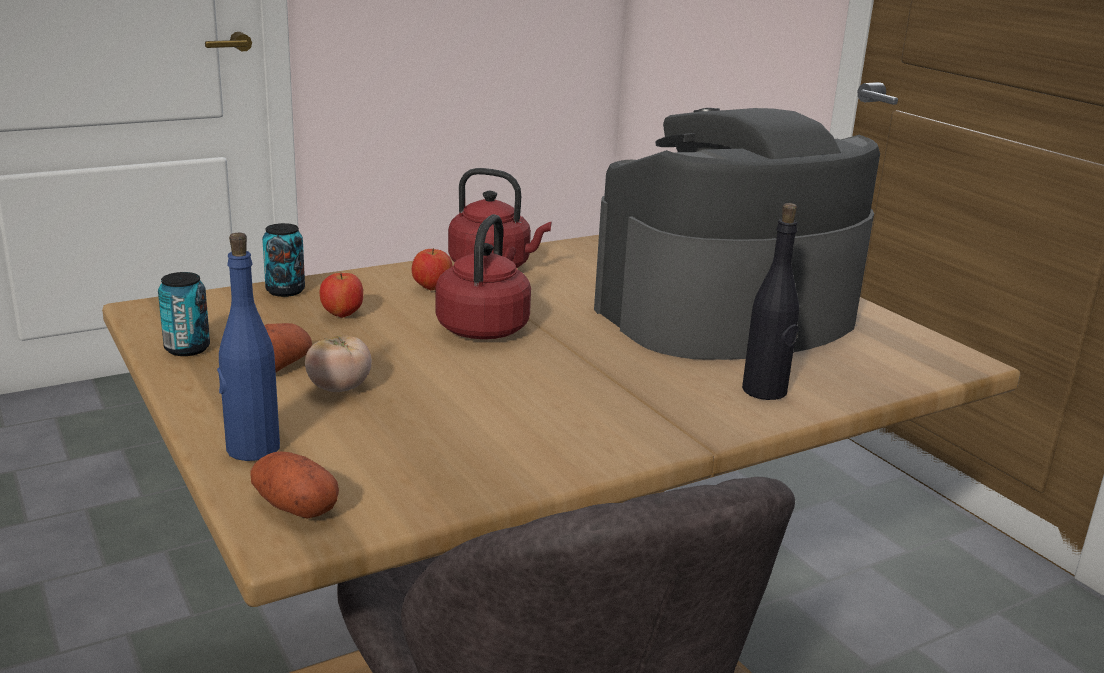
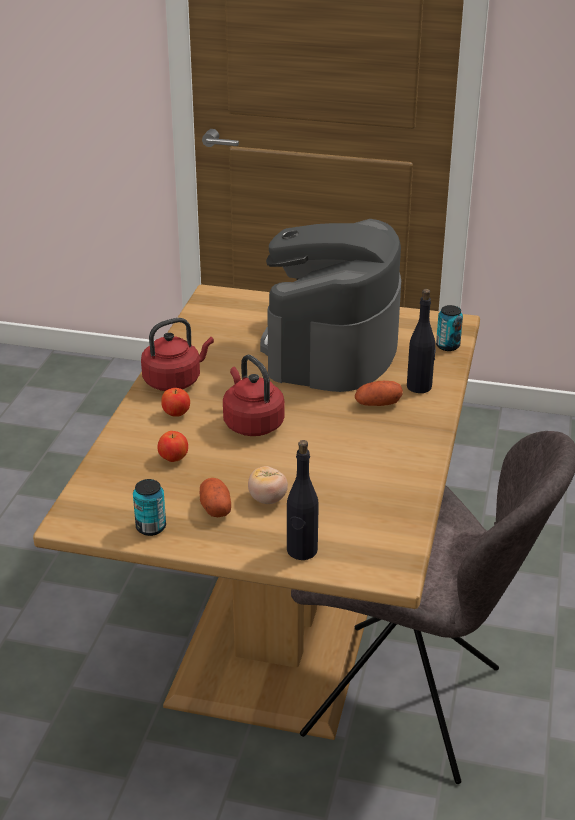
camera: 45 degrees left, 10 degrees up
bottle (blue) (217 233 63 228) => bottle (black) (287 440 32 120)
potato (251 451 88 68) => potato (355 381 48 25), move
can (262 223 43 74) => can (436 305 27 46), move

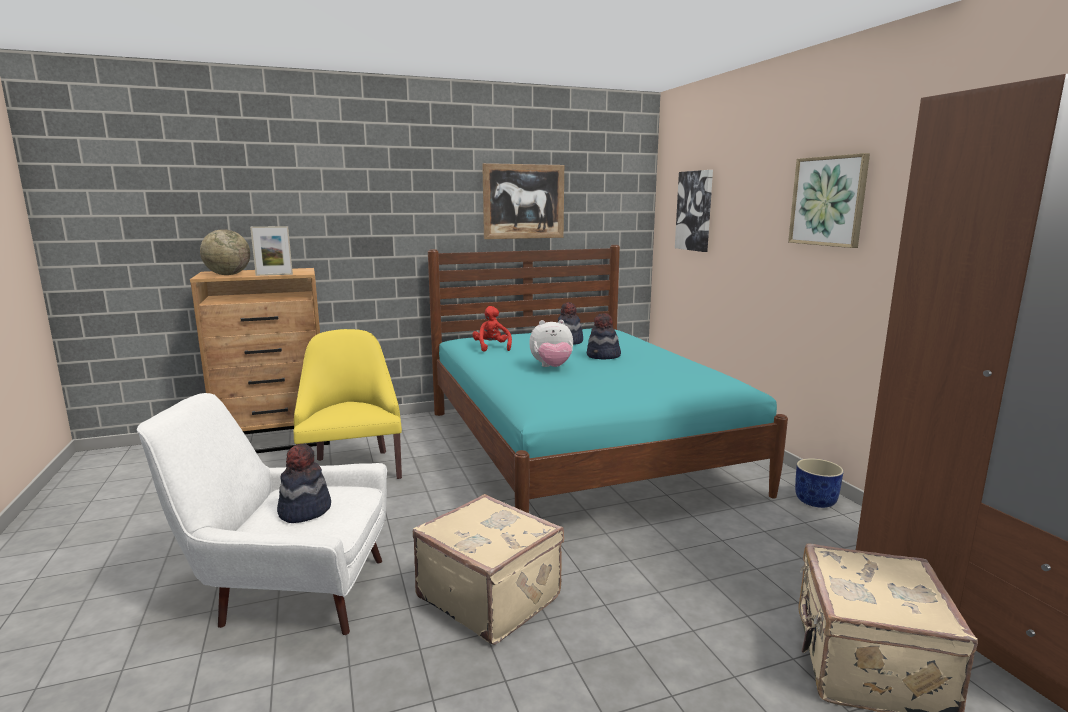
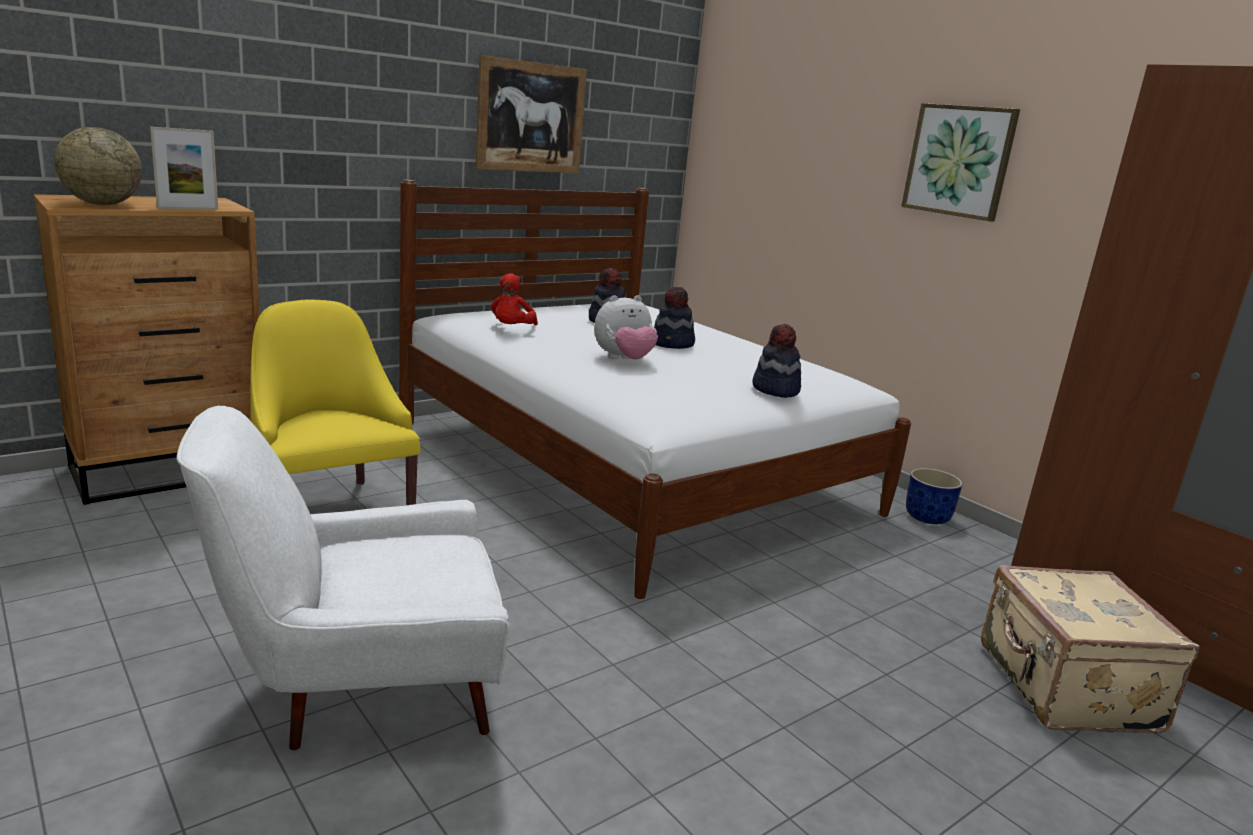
camera: 20 degrees left, 5 degrees up
bed (turquoise) (428 245 360 268) => bed (white) (399 180 512 419)
plush toy (red) (472 306 40 46) => plush toy (red) (491 273 47 52), 135 degrees counterclockwise
hat (277 444 54 79) => hat (753 324 48 74), move
suitcase (beige) (413 494 151 151) => nothing
picture (675 170 38 82) => nothing

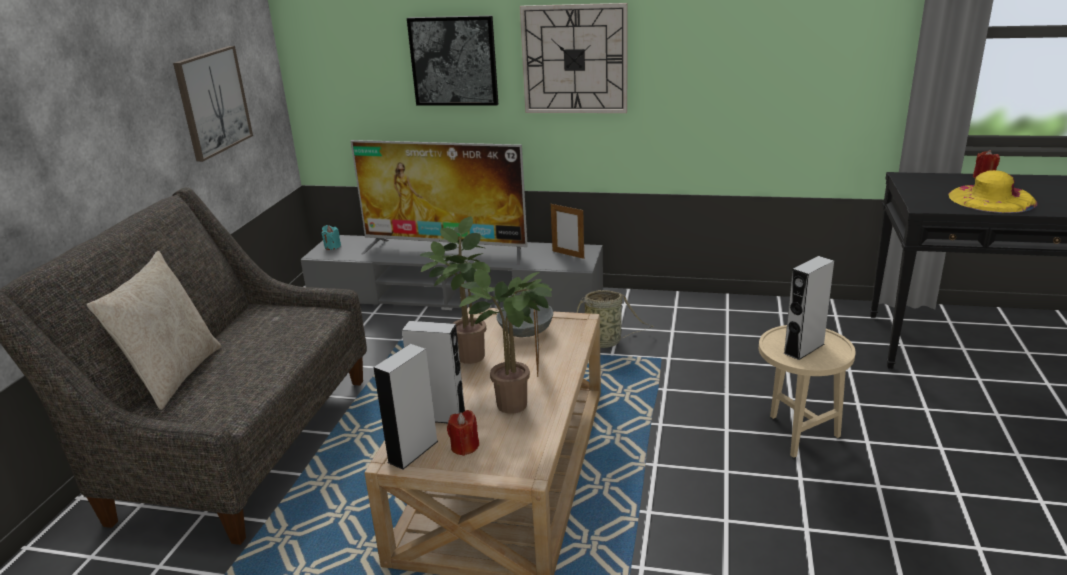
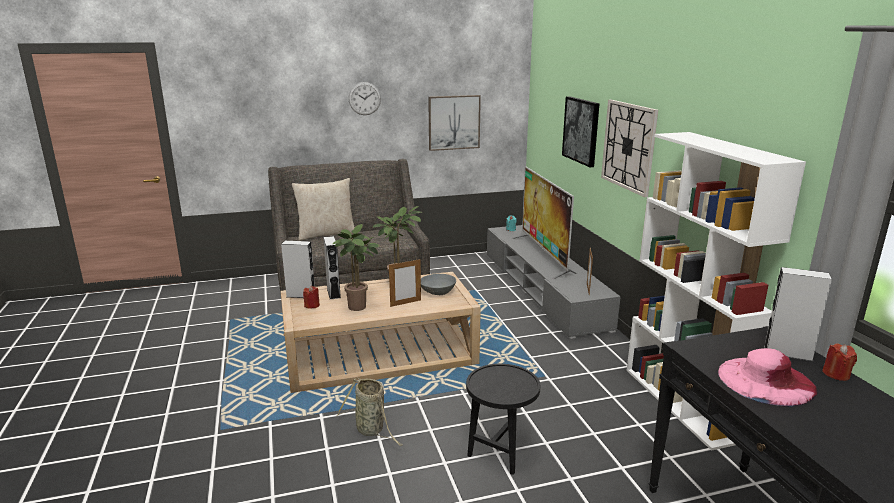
camera: 60 degrees right, 5 degrees down
basket (577 290 77 58) => basket (337 378 66 68), move
nothing => wall clock (348 82 33 33)
side table (beige) (759 325 97 133) => side table (black) (466 364 74 111)
nothing => bookcase (white) (626 132 180 319)
hat (yellow) (948 170 90 43) => hat (pink) (718 348 100 59)
speaker (grey) (783 256 51 104) => speaker (grey) (764 267 68 95), move

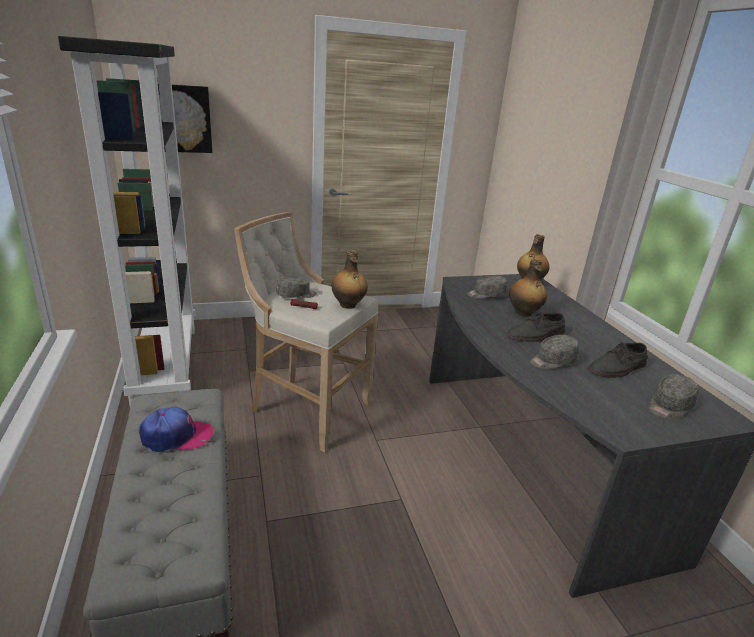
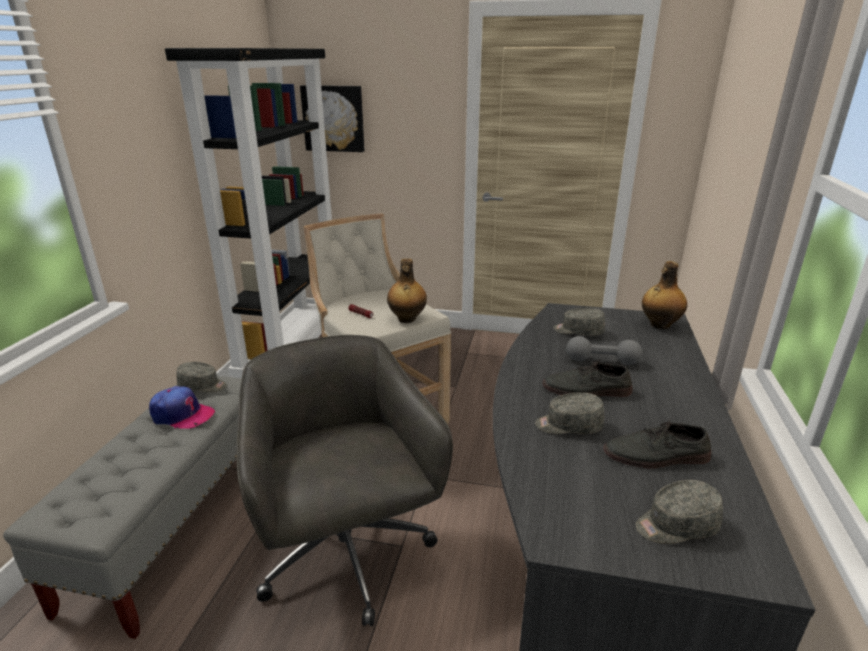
camera: 30 degrees right, 0 degrees up
cap (grey) (276 276 40 22) => cap (grey) (176 362 51 31), move
nothing => office chair (grey) (236 335 217 291)
bottle (509 259 38 58) => dumbbell (grey) (566 336 77 29)

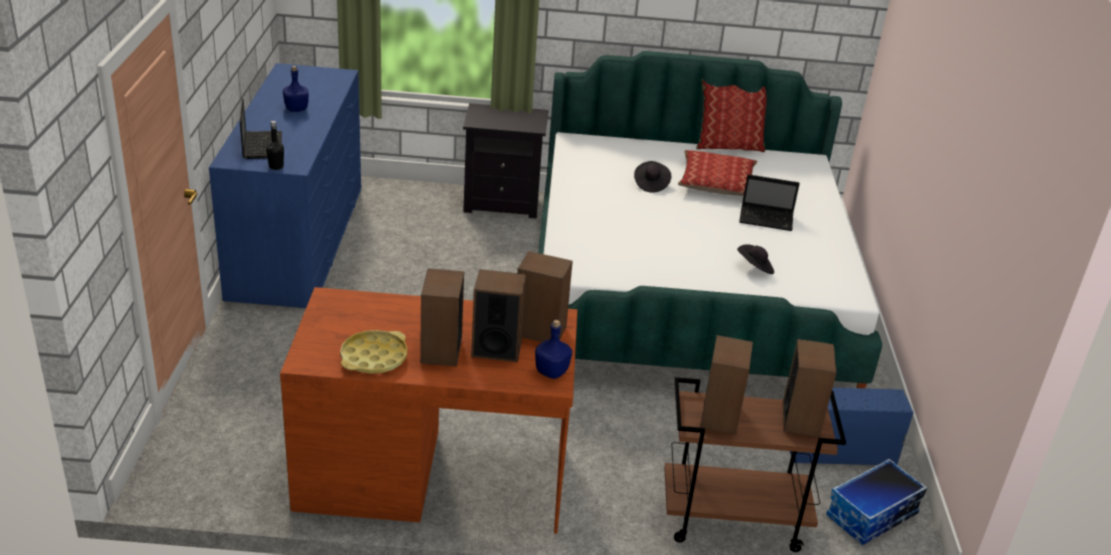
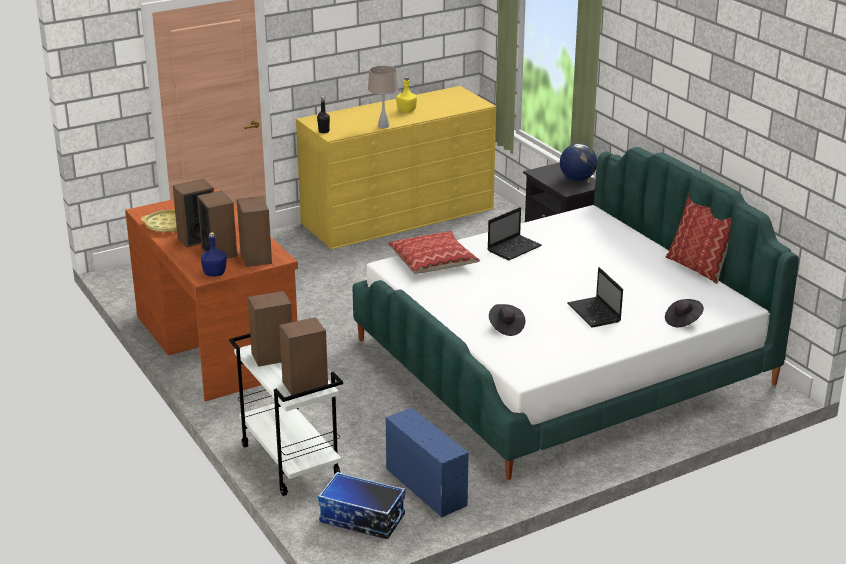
camera: 60 degrees right, 5 degrees down
cart (brown) (664 377 182 175) => cart (white) (229 334 114 162)
dresser (blue) (209 63 152 245) => dresser (yellow) (296 86 200 164)
nothing => table lamp (beige) (368 66 31 62)
pillow (678 150 79 46) => pillow (388 231 92 43), move
bottle (blue) (283 66 26 46) => bottle (yellow) (396 77 21 36)
laptop (240 98 42 61) => laptop (488 207 54 53), move
nothing => globe (560 143 37 38)
hat (black) (634 161 37 32) => hat (black) (665 299 39 28), move

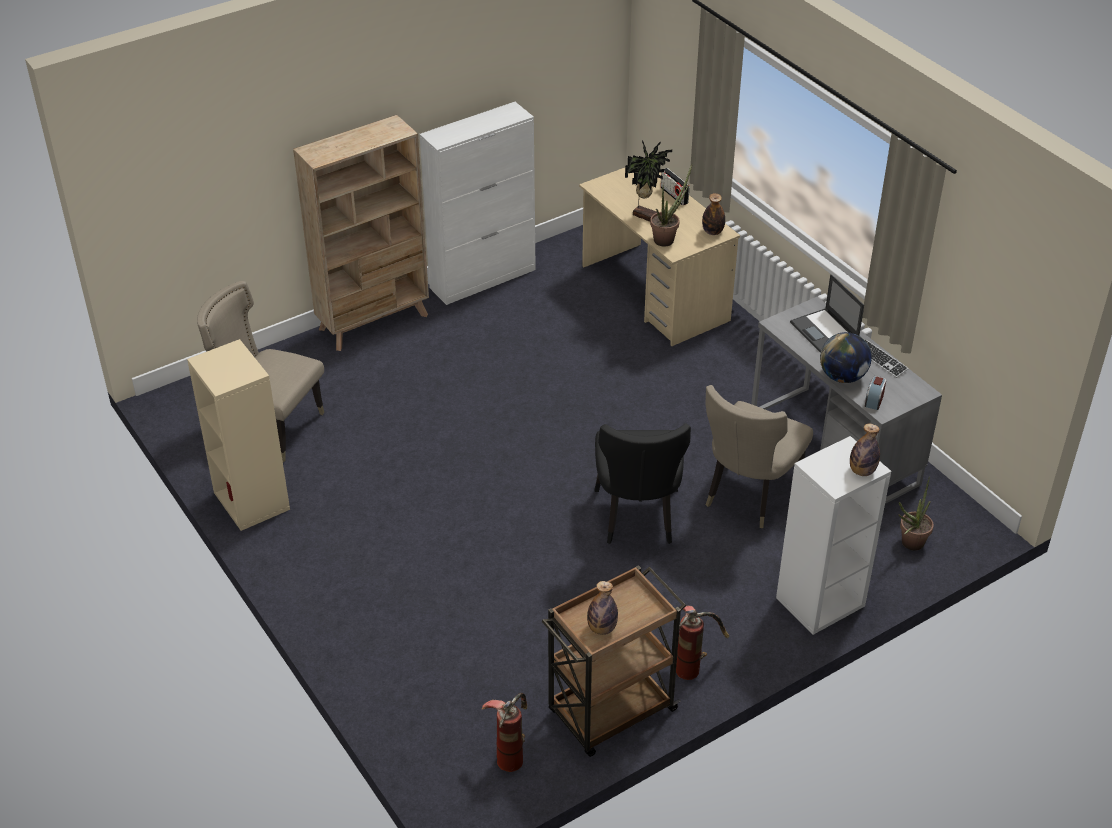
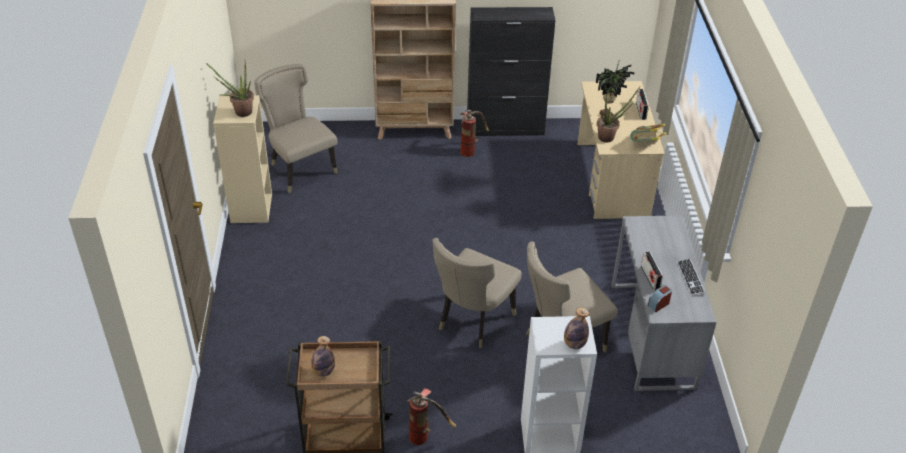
camera: 30 degrees right, 0 degrees up
potted plant (898 477 36 74) => potted plant (206 61 48 56), move
chair (black) (595 423 96 121) => chair (beige) (433 238 89 110)
fire extinguisher (482 693 45 79) => fire extinguisher (460 110 29 47), move
cabinet (white) (419 102 117 203) => cabinet (black) (467 7 89 129)
bottle (702 193 23 42) => book (630 123 36 19)
globe (820 332 52 51) => radio (641 251 22 40)
laptop (790 274 74 79) => nothing

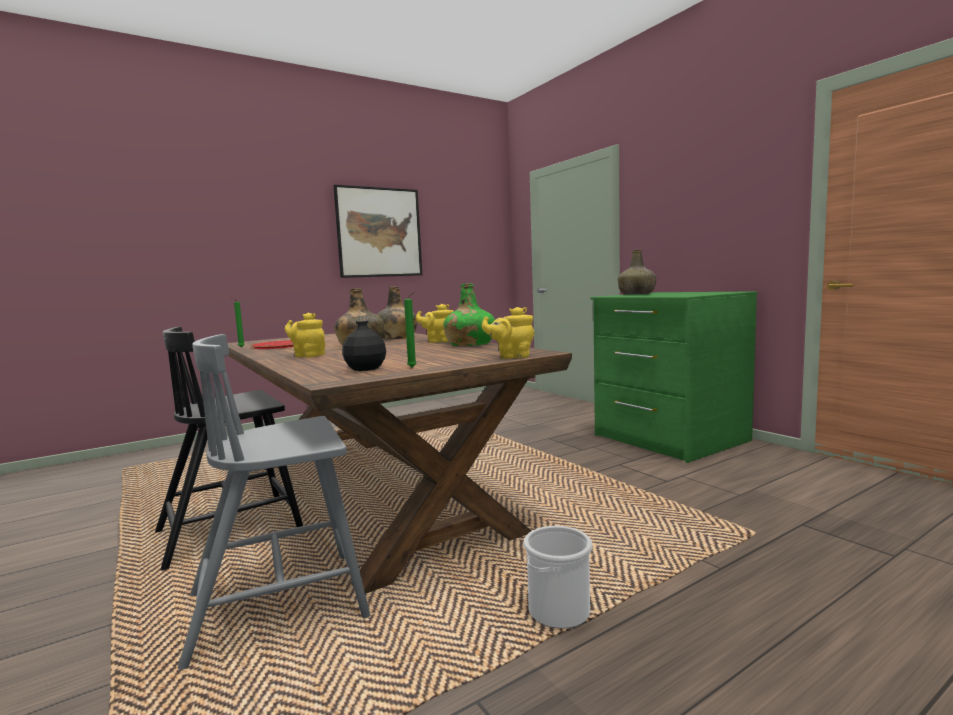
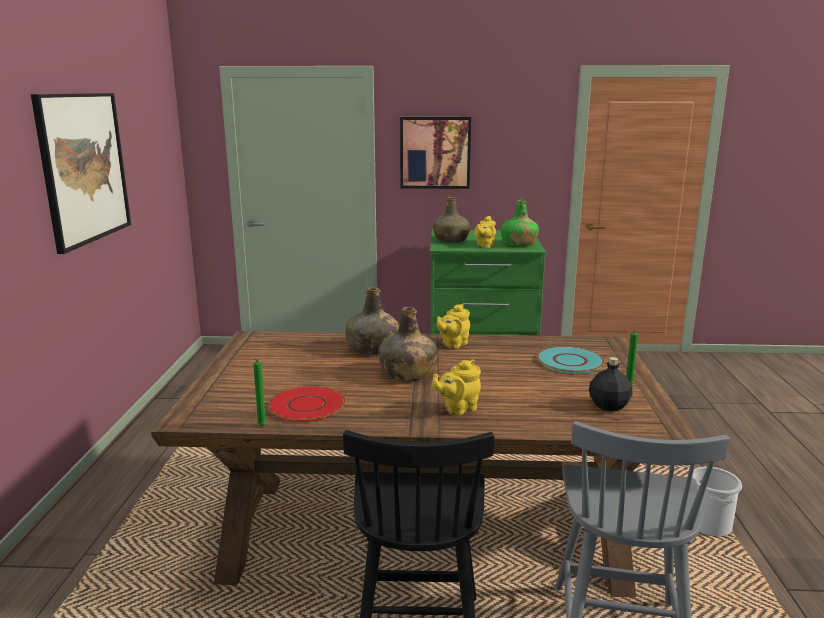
camera: 55 degrees left, 10 degrees up
nothing => picture (400 117 71 72)
teapot (yellow) (482 307 52 52) => teapot (yellow) (474 216 22 32), move
bottle (green) (443 283 52 63) => bottle (green) (501 200 38 47), move
nothing => plate (turquoise) (537 346 67 27)

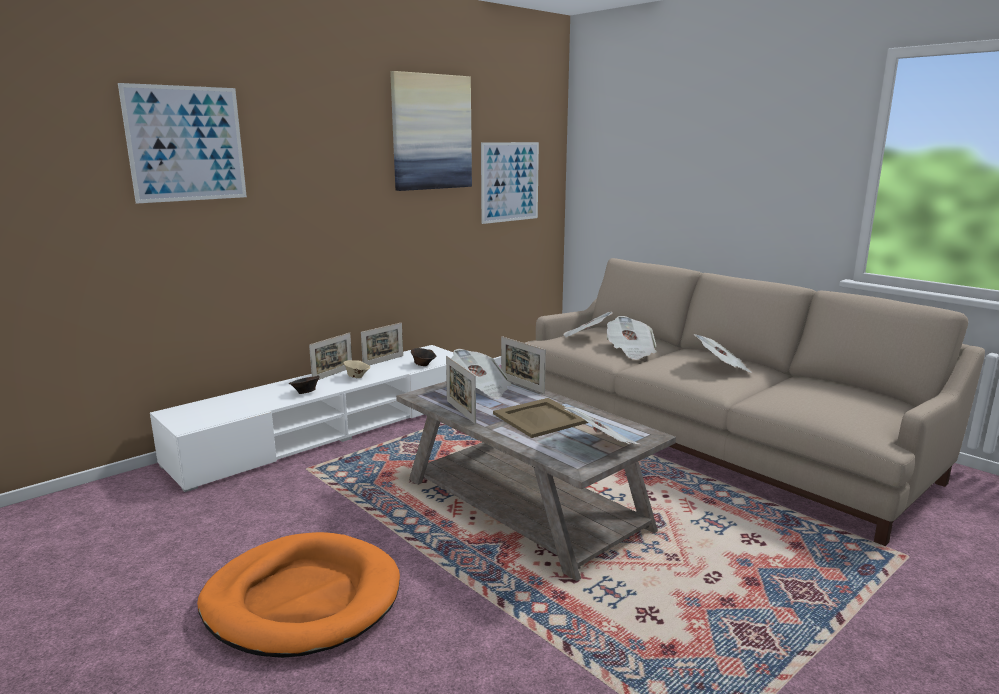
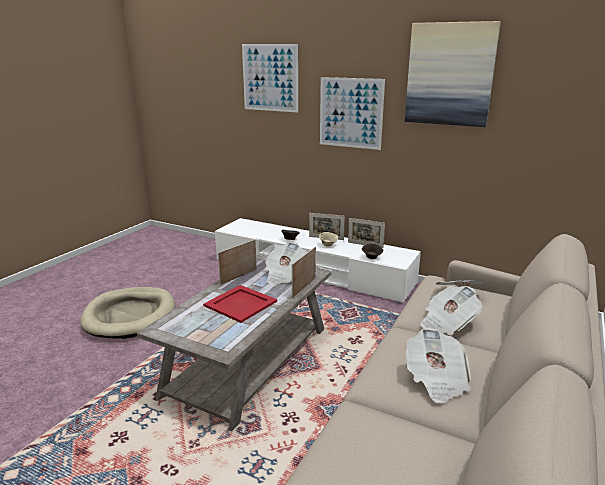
camera: 70 degrees right, 5 degrees up
dog bed (orange) (197 532 203 126) => dog bed (beige) (80 287 95 52)
tray (beige) (493 398 95 40) => tray (red) (203 285 74 38)
picture (481 142 58 82) => picture (320 77 65 73), move
newspaper (564 407 76 37) => nothing

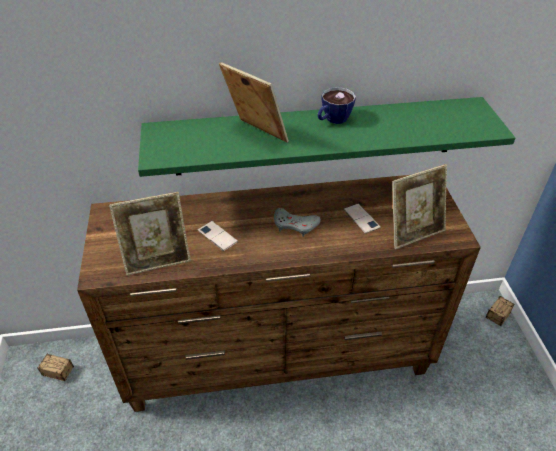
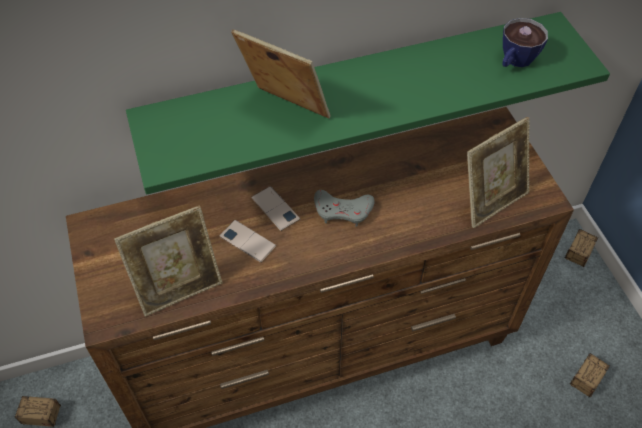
camera: 10 degrees left, 10 degrees up
phone (344 203 37 31) => phone (251 186 49 45), move
cup (318 87 38 37) => cup (502 18 46 49), move
nothing => storage box (570 353 40 44)

